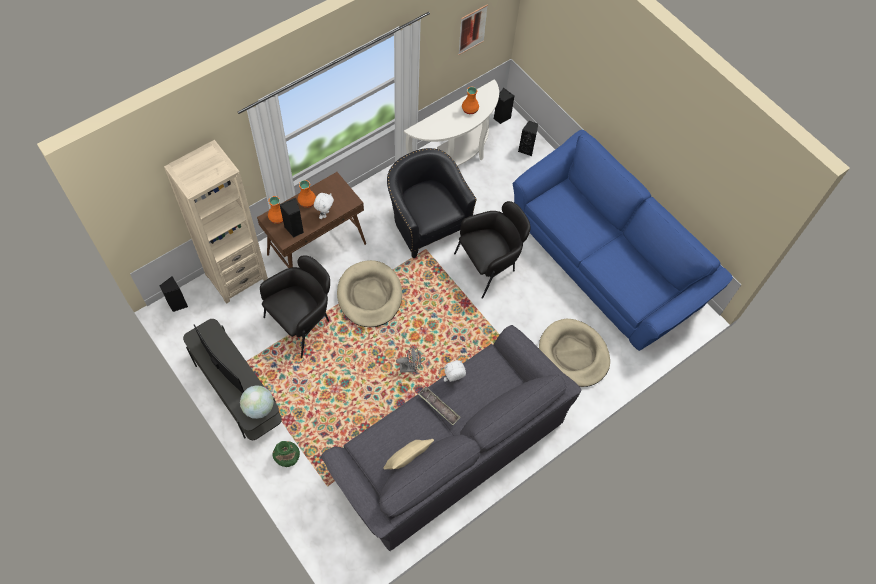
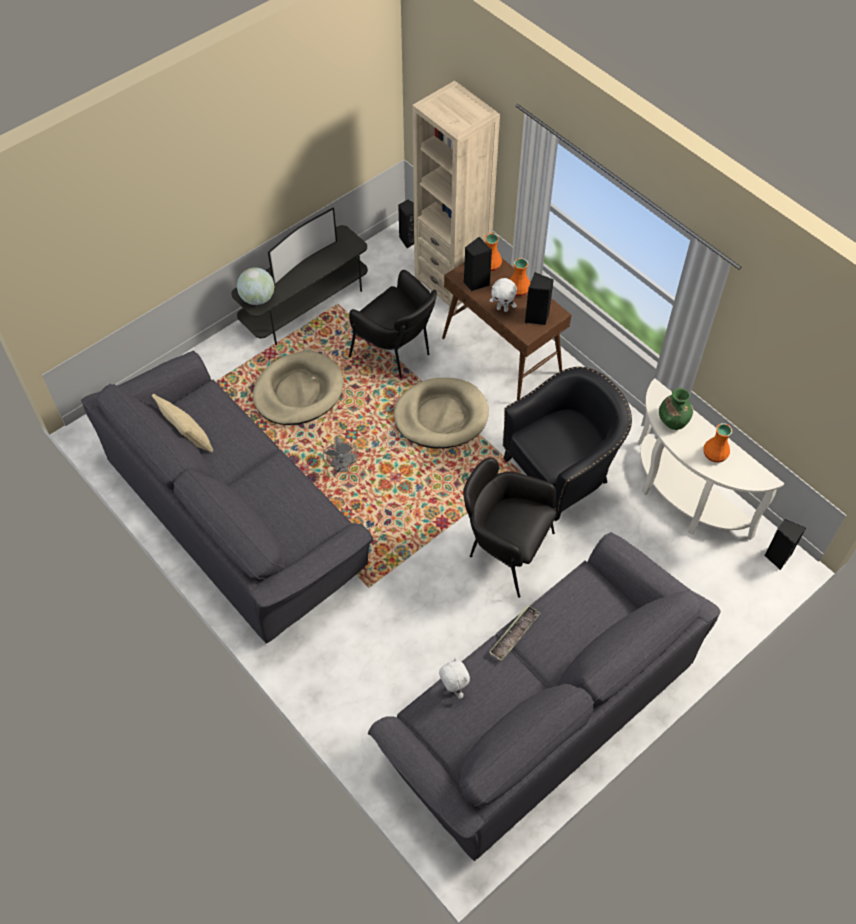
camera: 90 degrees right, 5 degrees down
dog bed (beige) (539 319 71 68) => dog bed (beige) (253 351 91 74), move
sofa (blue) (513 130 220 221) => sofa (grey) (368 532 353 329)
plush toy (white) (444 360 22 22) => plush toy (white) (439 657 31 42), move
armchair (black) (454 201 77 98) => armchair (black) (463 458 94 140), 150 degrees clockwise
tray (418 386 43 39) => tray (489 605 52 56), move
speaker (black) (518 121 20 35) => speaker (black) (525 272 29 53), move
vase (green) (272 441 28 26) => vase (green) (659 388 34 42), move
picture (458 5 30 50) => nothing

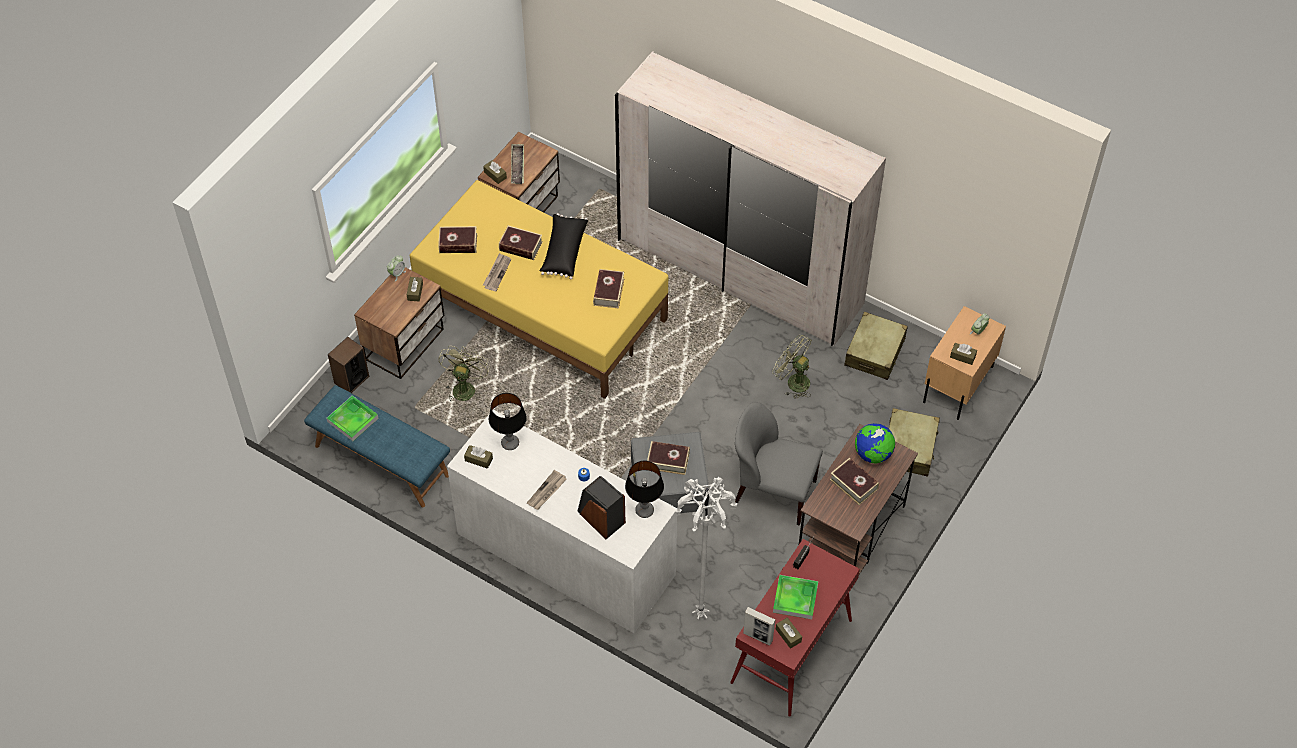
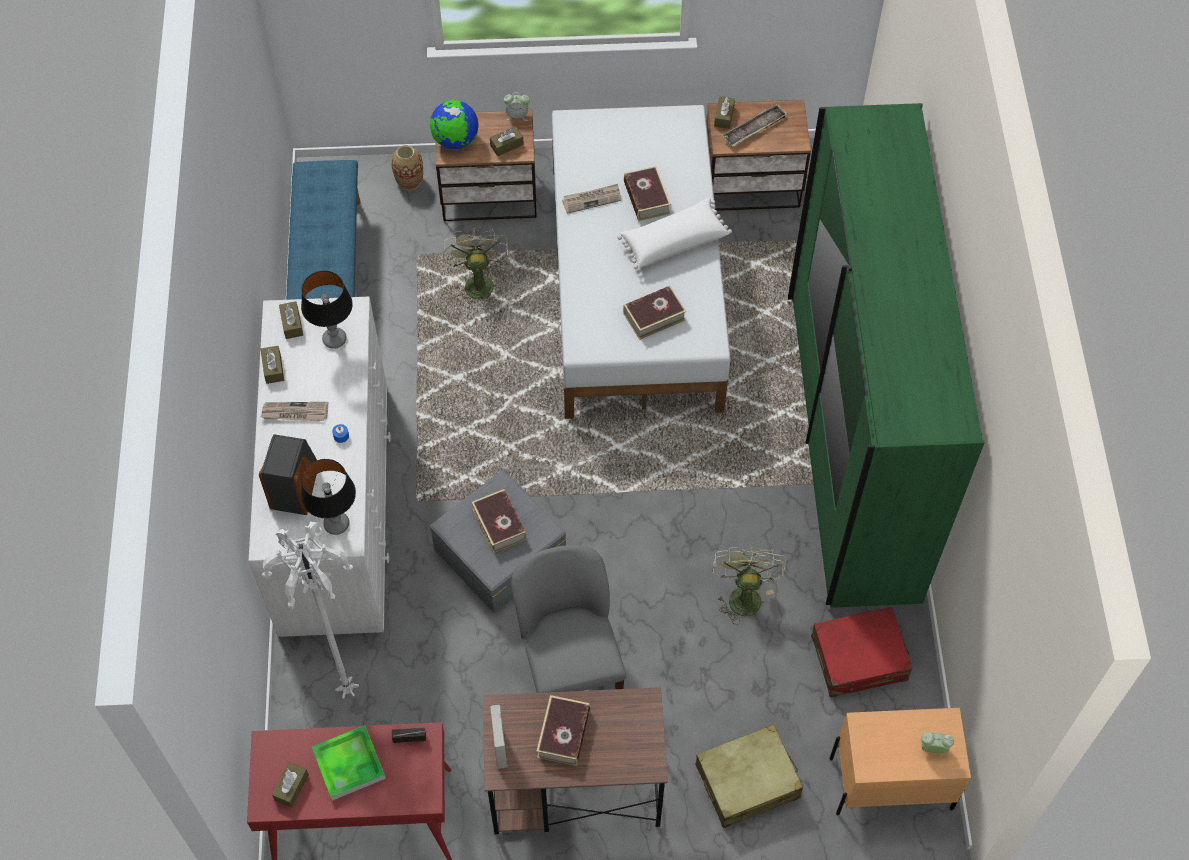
camera: 55 degrees right, 5 degrees up
tissue box (brown) (950 343 27 22) => tissue box (brown) (261 346 23 38), move
speaker (328 337 41 56) => vase (391 145 32 45)
globe (855 423 40 41) => globe (430 100 49 49), move
fan (green) (438 346 52 56) => fan (green) (443 228 67 76), 75 degrees counterclockwise
picture frame (743 607 32 39) => picture frame (490 705 18 64), move
bed (yellow) (410 180 258 219) => bed (white) (552 105 178 314)
pillow (black) (540 213 48 66) => pillow (white) (618 197 114 72)
wardrobe (white) (615 51 271 295) => wardrobe (green) (788 103 196 505)
suitcase (beige) (844 312 64 68) => suitcase (red) (811 606 101 91)
tray (327 395 52 46) => nothing
book (438 226 39 27) => nothing

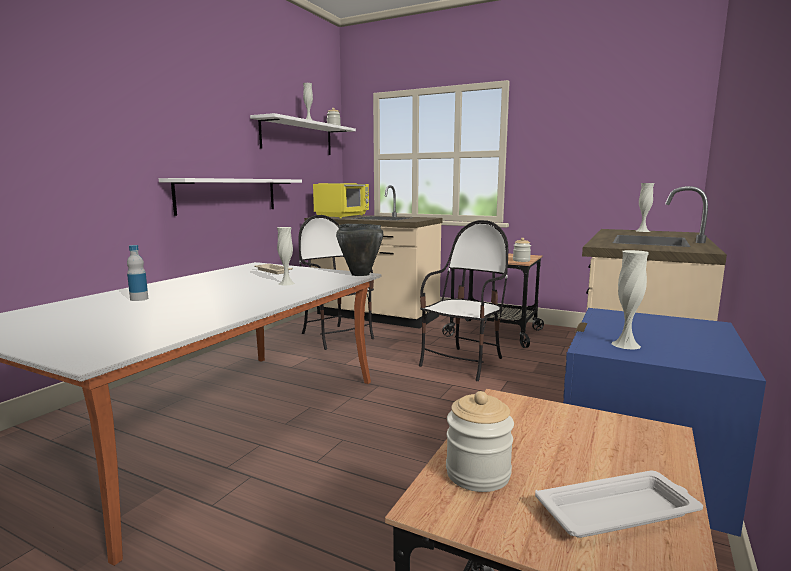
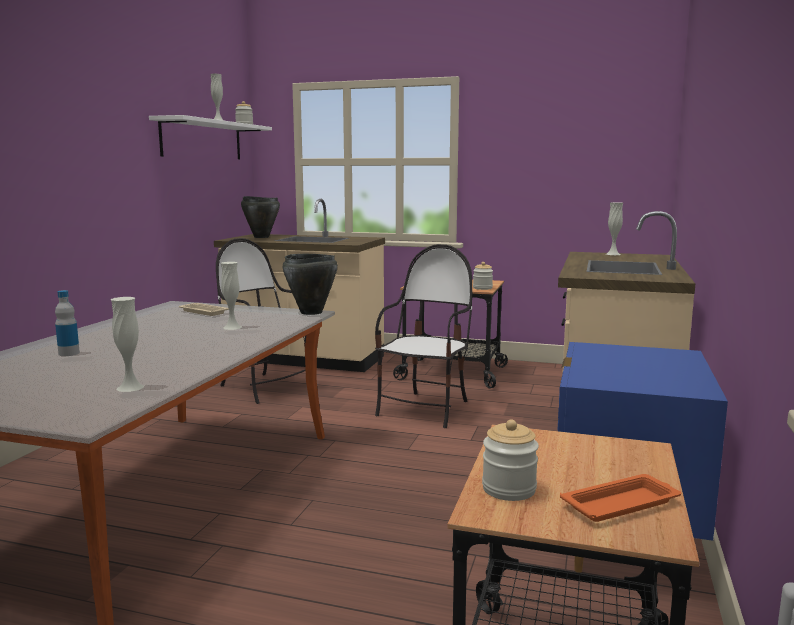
camera: 10 degrees left, 0 degrees up
vase (white) (612 250 37 100) => vase (white) (111 297 33 95), move
microwave (yellow) (313 183 56 35) => cooking pot (black) (241 196 39 42)
tray (white) (535 471 168 67) => tray (orange) (560 474 121 48)
shelf (white) (159 178 143 38) => nothing

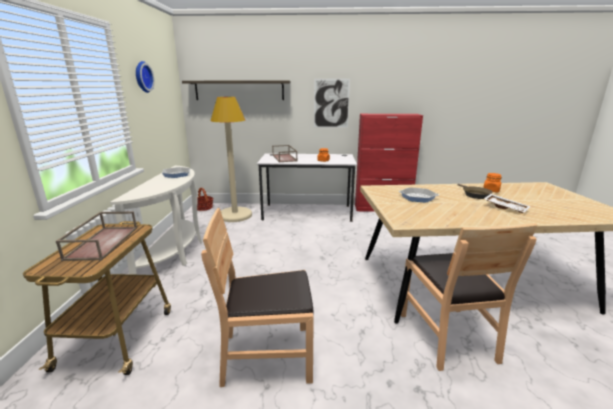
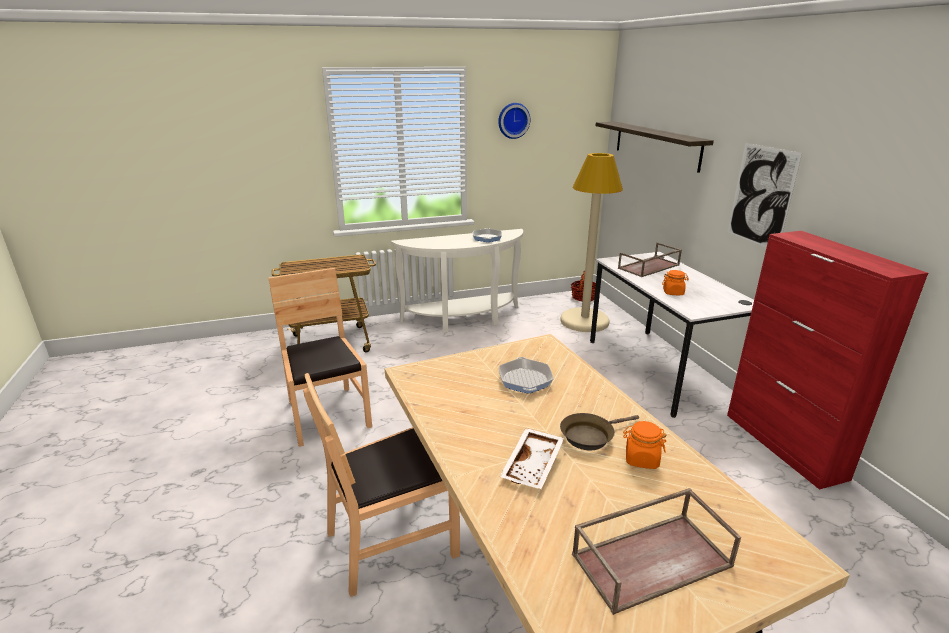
camera: 70 degrees right, 5 degrees up
tray (brown) (56 212 81 49) => tray (brown) (572 488 169 127), move

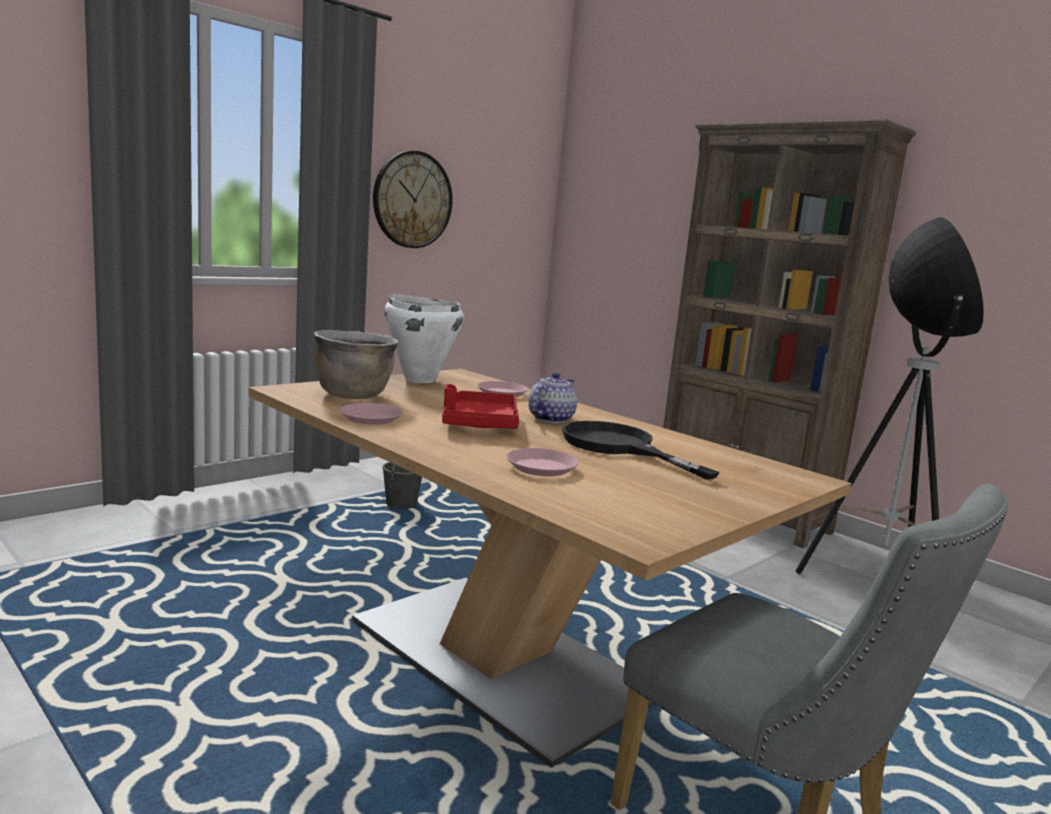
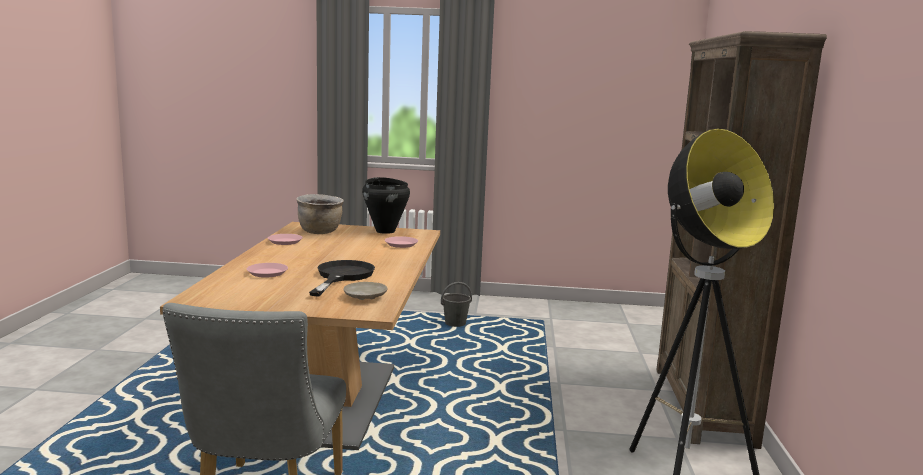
camera: 50 degrees right, 0 degrees up
nothing => plate (beige) (343 282 44 18)
cooking pot (white) (385 294 79 89) => cooking pot (black) (362 177 48 57)
wall clock (373 151 80 97) => nothing
tray (red) (442 384 77 45) => nothing
teapot (528 372 49 51) => nothing

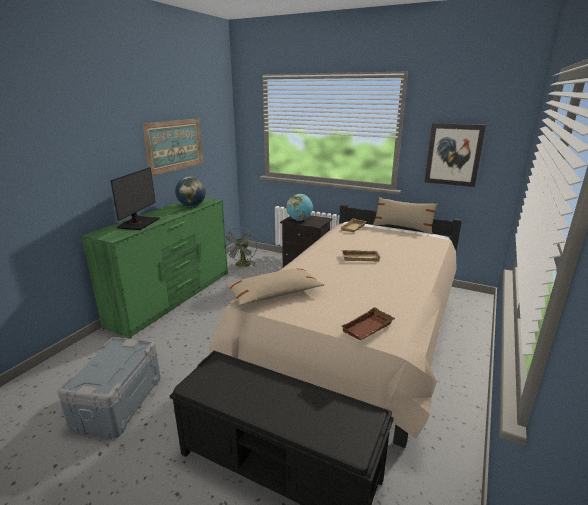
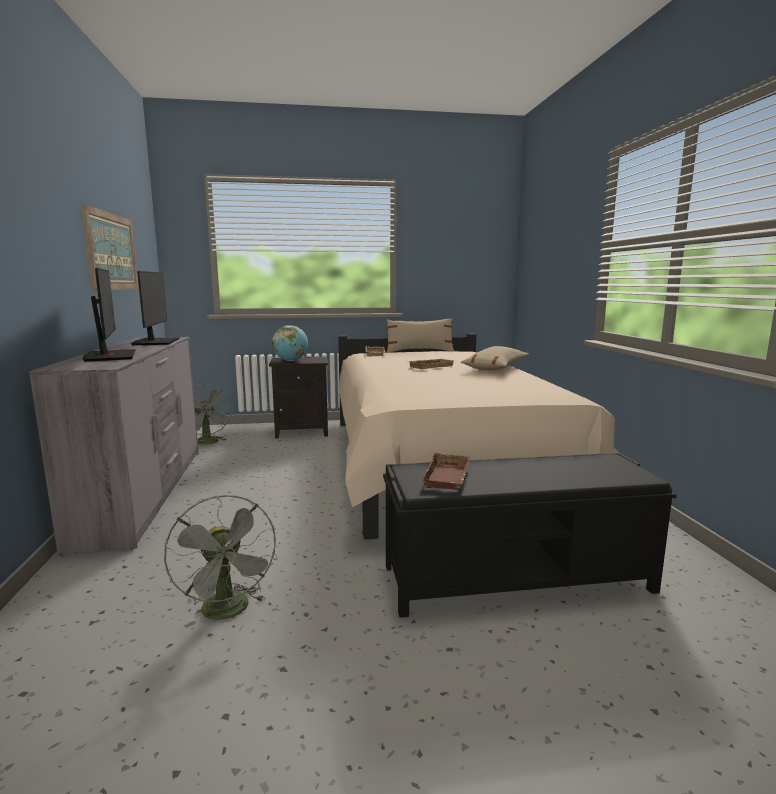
camera: 35 degrees left, 10 degrees down
dresser (green) (81 197 147 142) => dresser (grey) (29 337 170 218)
globe (175 177 31 30) => monitor (131 271 49 74)
storage box (grey) (58 337 103 102) => fan (grey) (164 495 113 133)
tray (brown) (341 307 54 33) => tray (brown) (422 452 48 37), move
pillow (beige) (226 268 98 38) => pillow (beige) (461 346 68 24), move
picture (425 123 61 64) => nothing

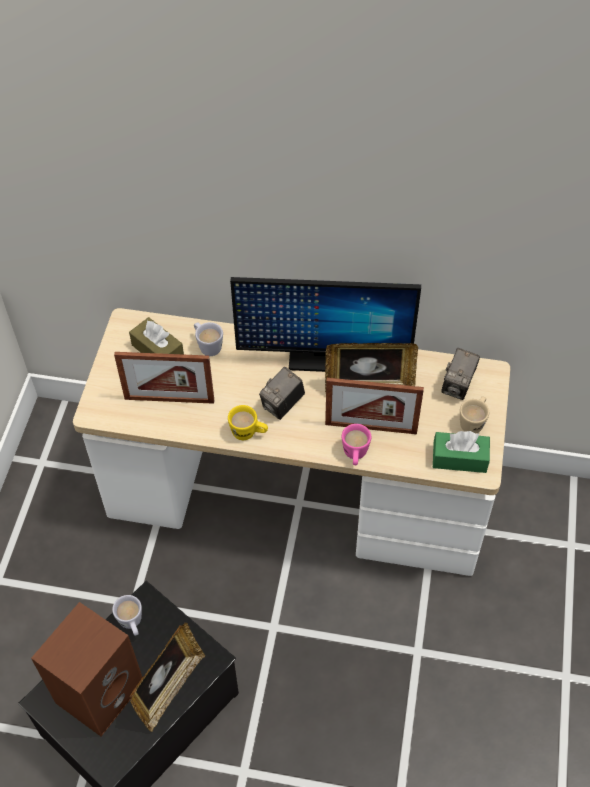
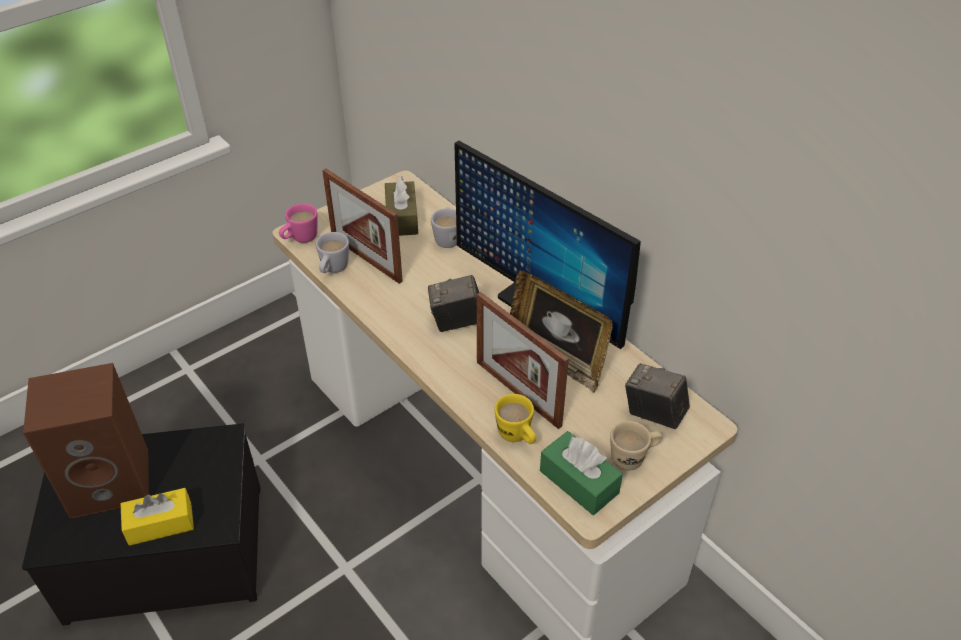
camera: 40 degrees right, 10 degrees down
picture frame (130 623 76 109) => tissue box (yellow) (121 488 73 58)
mug (pink) (342 424 29 41) => mug (pink) (279 203 39 40), move
mug (white) (112 595 30 41) => mug (white) (316 232 33 41), move
mug (yellow) (228 405 40 35) => mug (yellow) (494 394 42 50), move
photo camera (441 348 39 52) => photo camera (625 363 65 66), 60 degrees clockwise

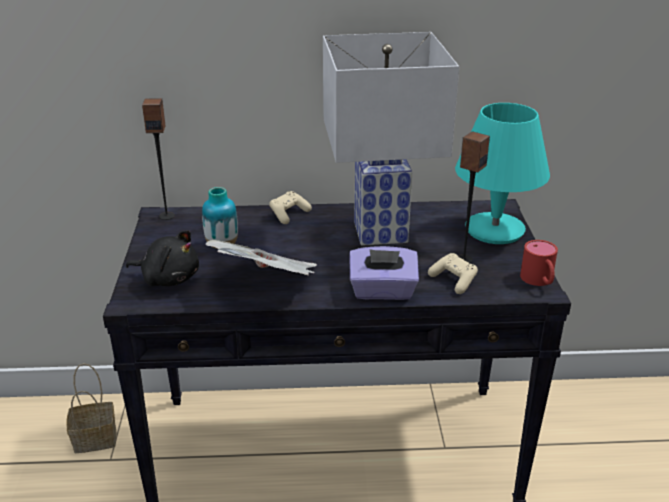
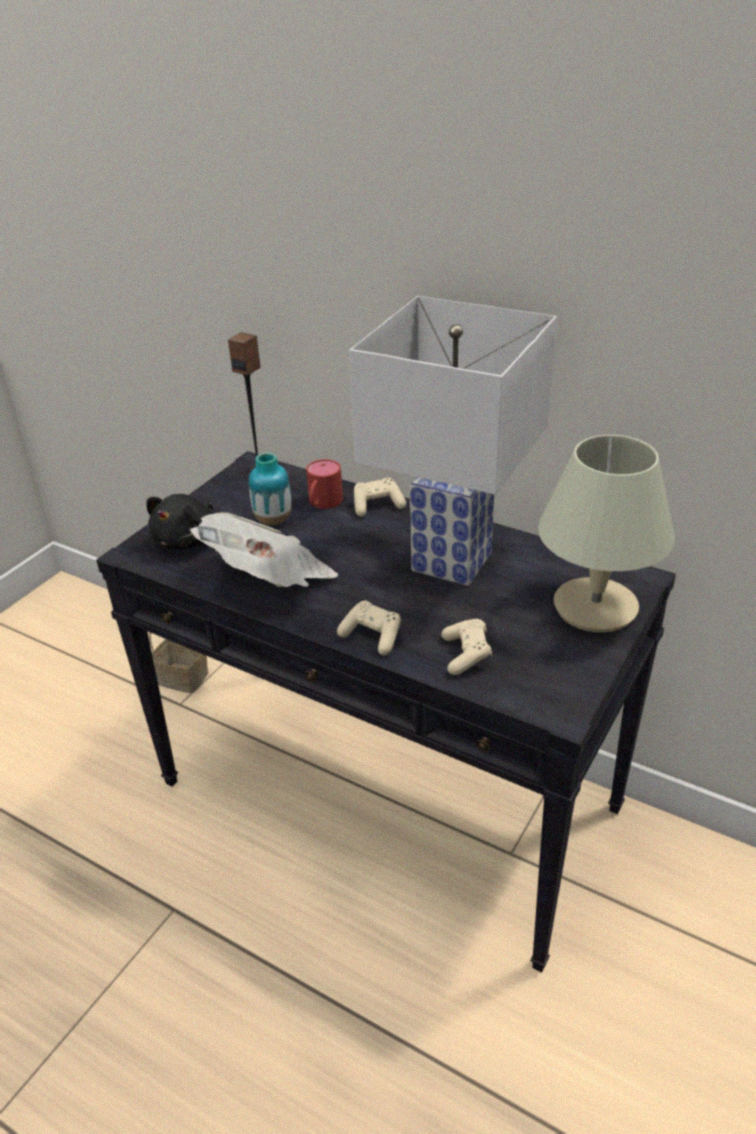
camera: 35 degrees right, 5 degrees up
plush toy (black) (126 230 73 56) => plush toy (black) (146 494 67 56), 60 degrees clockwise
mug (red) (520 240 38 46) => mug (red) (306 459 37 50), move
tissue box (purple) (349 246 70 54) => game controller (beige) (337 601 64 54)
table lamp (turquoise) (455 103 95 141) => table lamp (beige) (538 435 137 198)
speaker (458 131 32 132) => nothing

